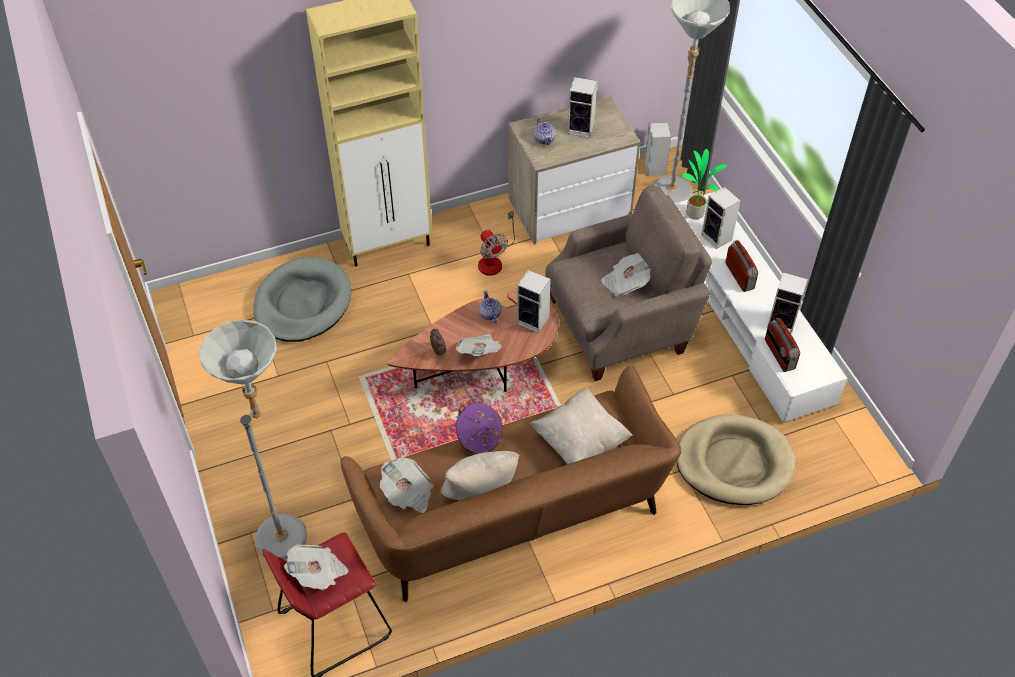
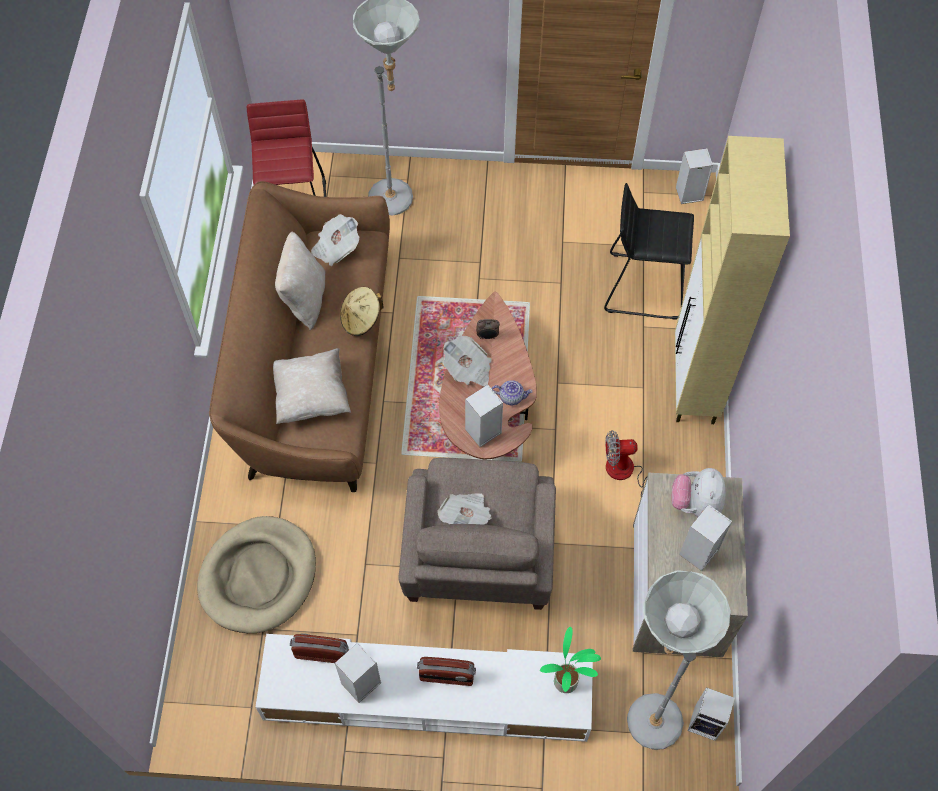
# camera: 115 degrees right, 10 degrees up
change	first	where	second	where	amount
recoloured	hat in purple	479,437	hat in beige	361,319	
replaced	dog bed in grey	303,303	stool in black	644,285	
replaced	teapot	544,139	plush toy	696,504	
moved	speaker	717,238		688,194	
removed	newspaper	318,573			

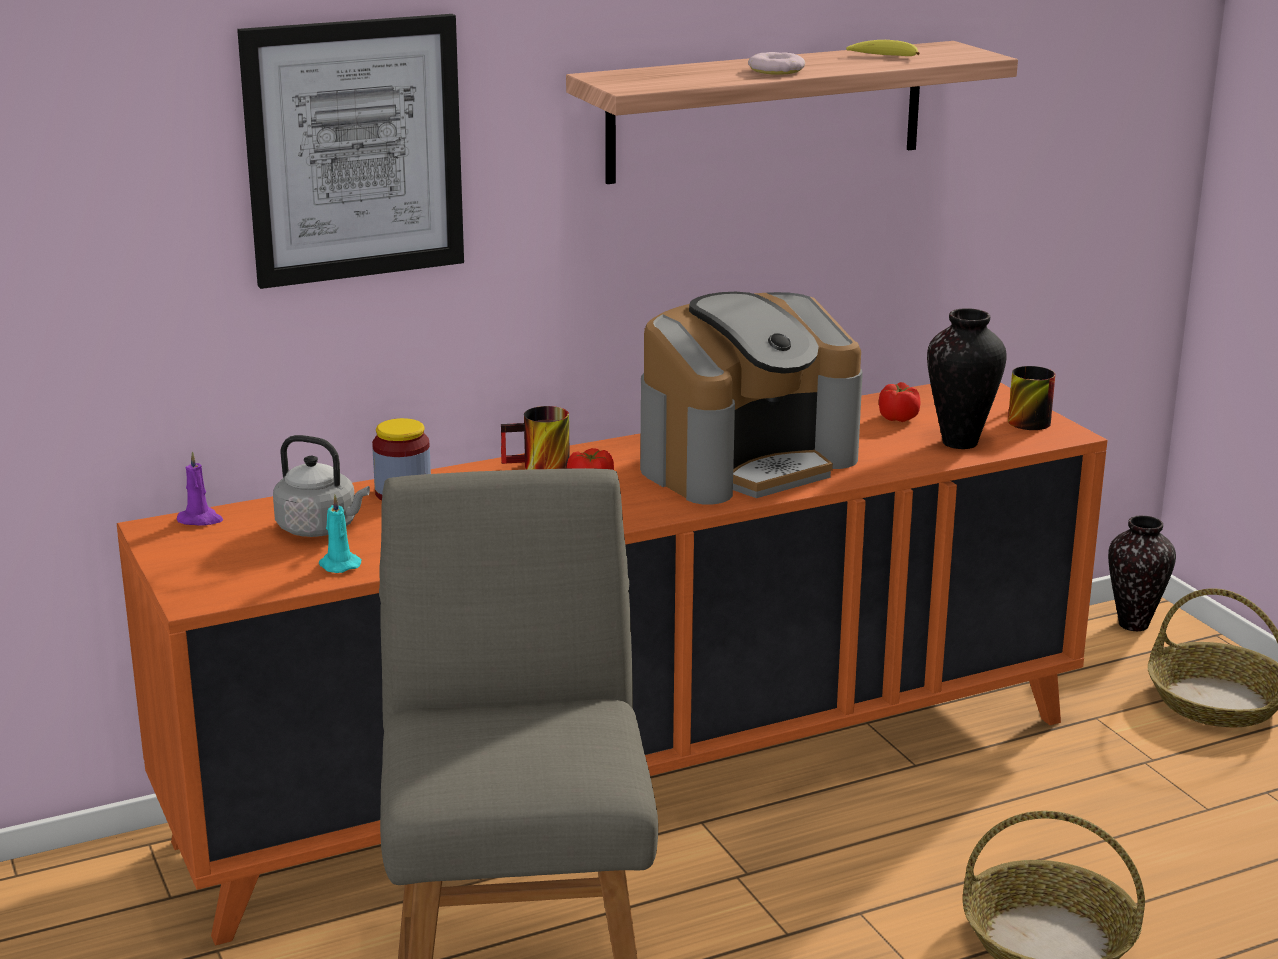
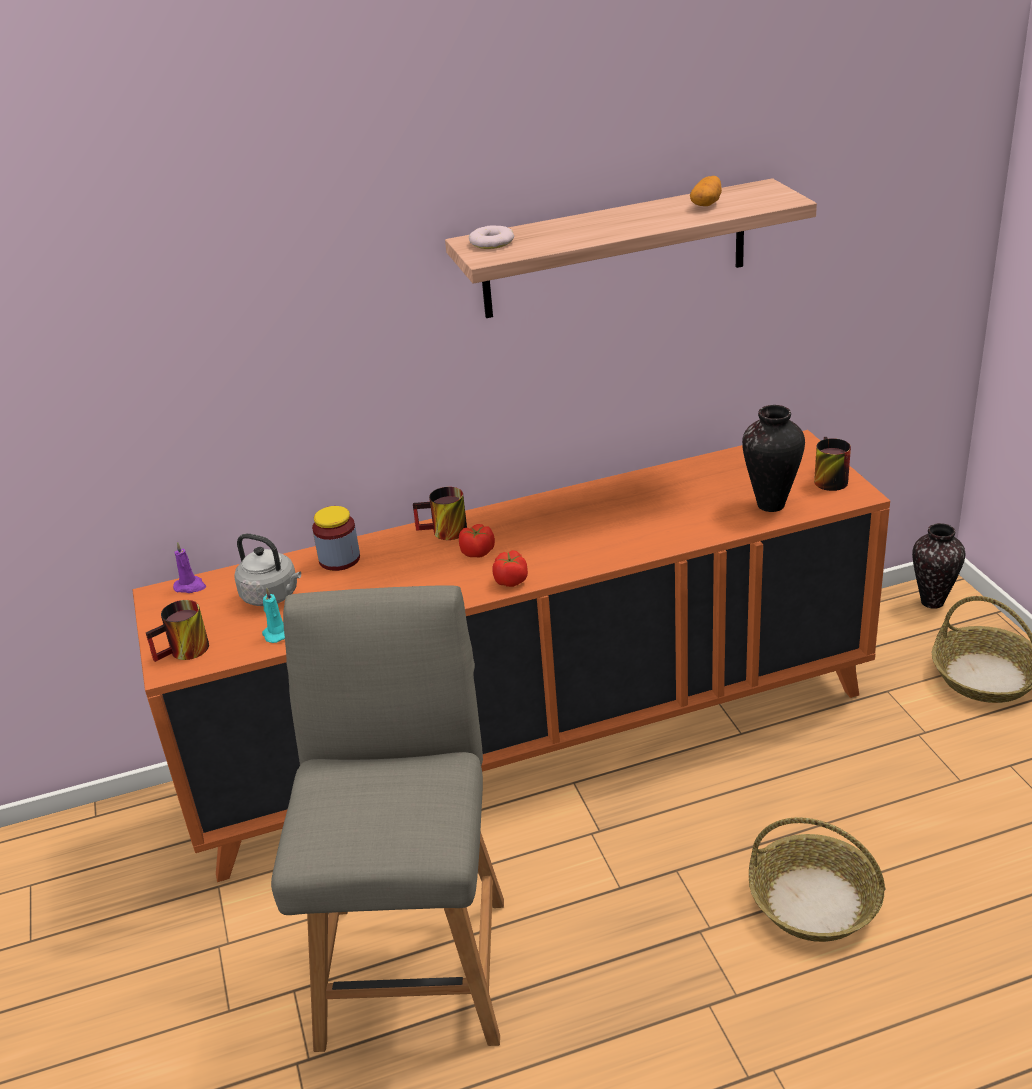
# camera: 10 degrees right, 10 degrees up
change	first	where	second	where	amount
added			mug	185,653	
moved	donut	776,70		491,242	
moved	tomato	898,418		511,580	
replaced	banana	884,56	potato	706,204	
removed	picture	354,150			
removed	coffee machine	745,461			

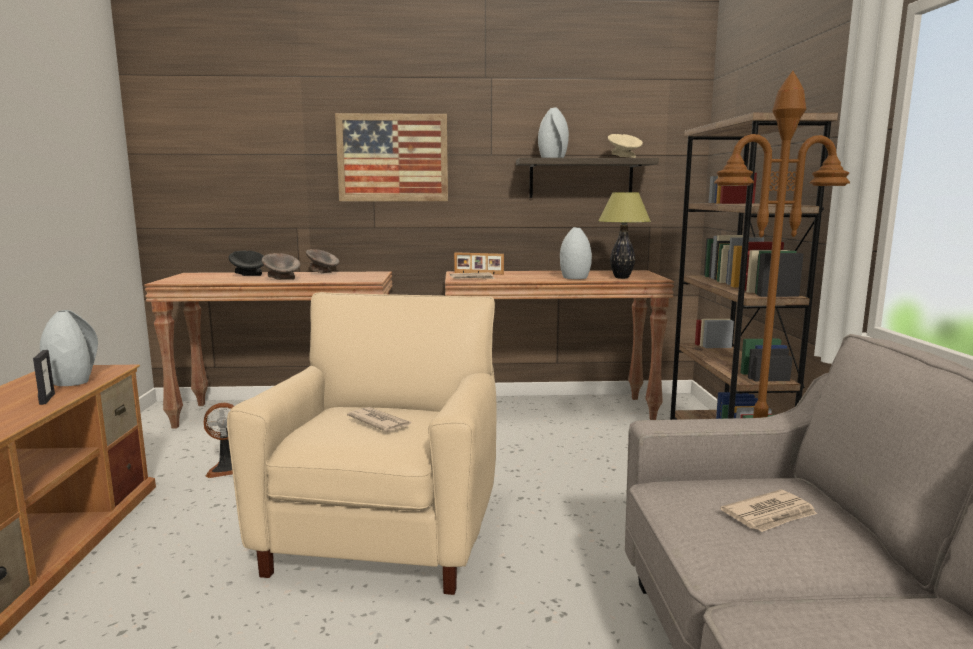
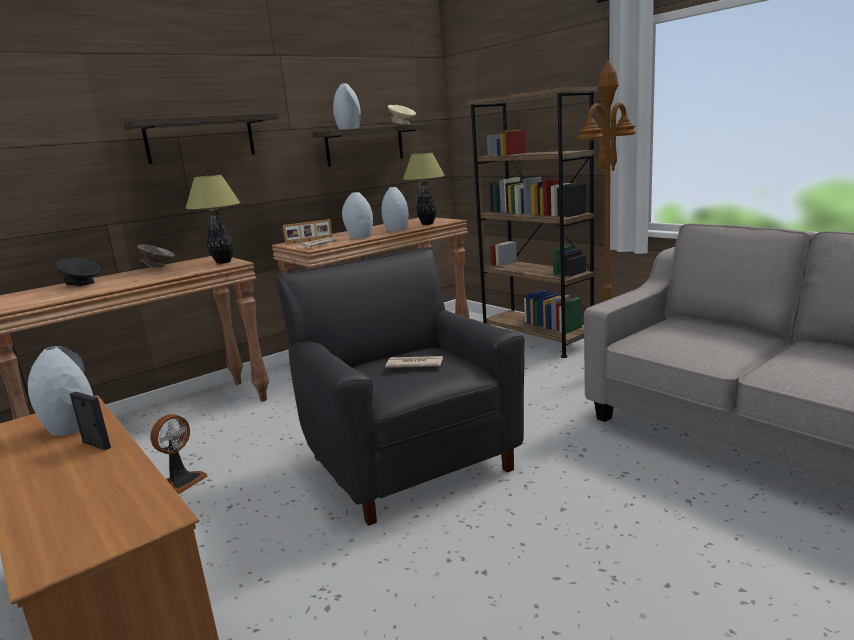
# camera: 35 degrees left, 5 degrees up
change	first	where	second	where	amount
replaced	picture	392,158	shelf	200,139	
added			table lamp	224,262	
recoloured	armchair in beige	386,533	armchair in black	409,461	
added			vase in grey	360,237	
removed	bowl in grey	282,280			
removed	newspaper	770,515			

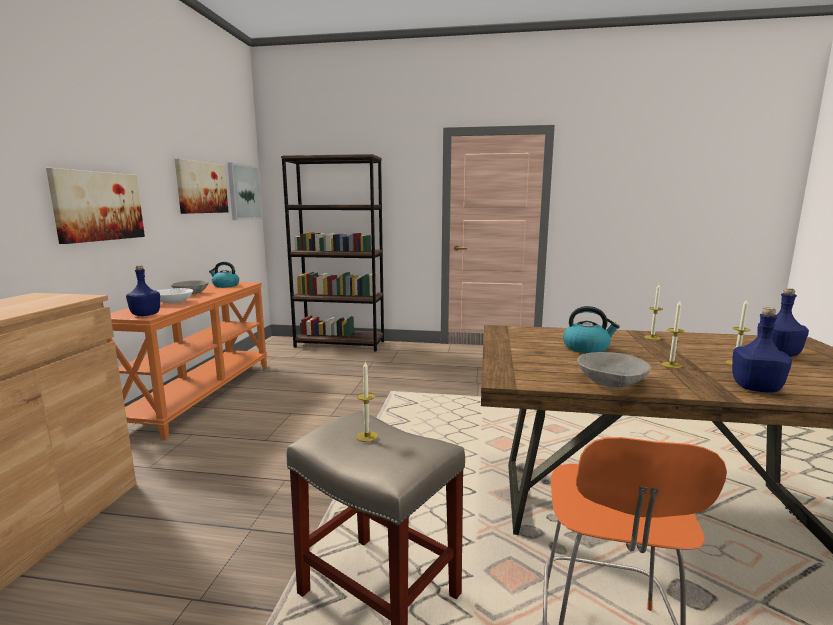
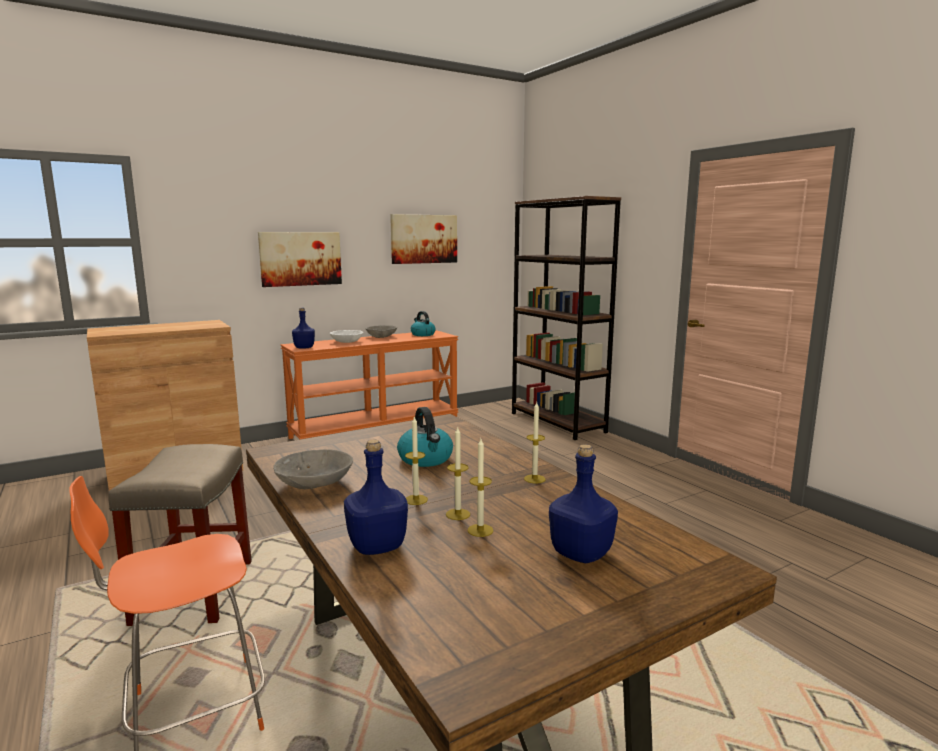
# camera: 50 degrees right, 0 degrees up
change	first	where	second	where	amount
moved	candle	367,436		458,514	
removed	picture	244,192			

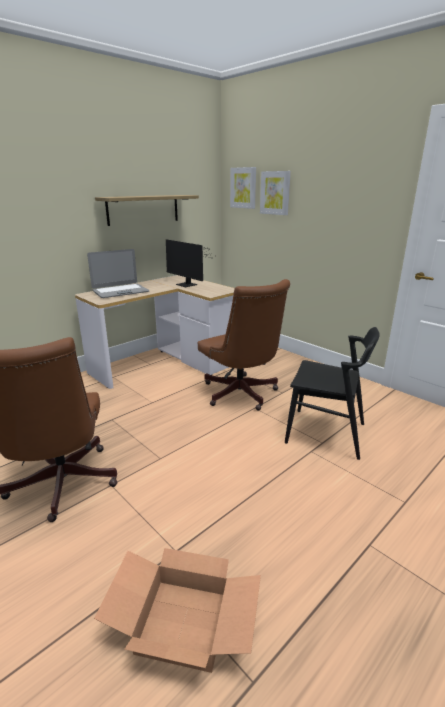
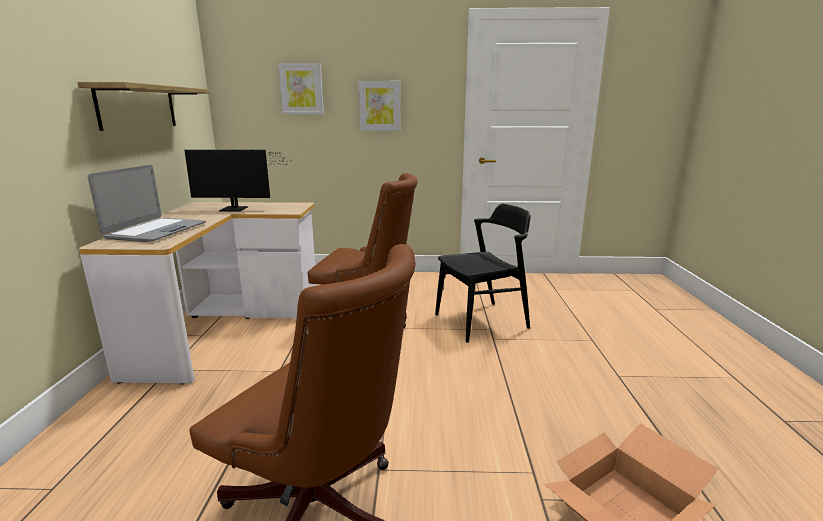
# camera: 45 degrees left, 5 degrees down
change	first	where	second	where	amount
moved	picture	243,188		379,106	

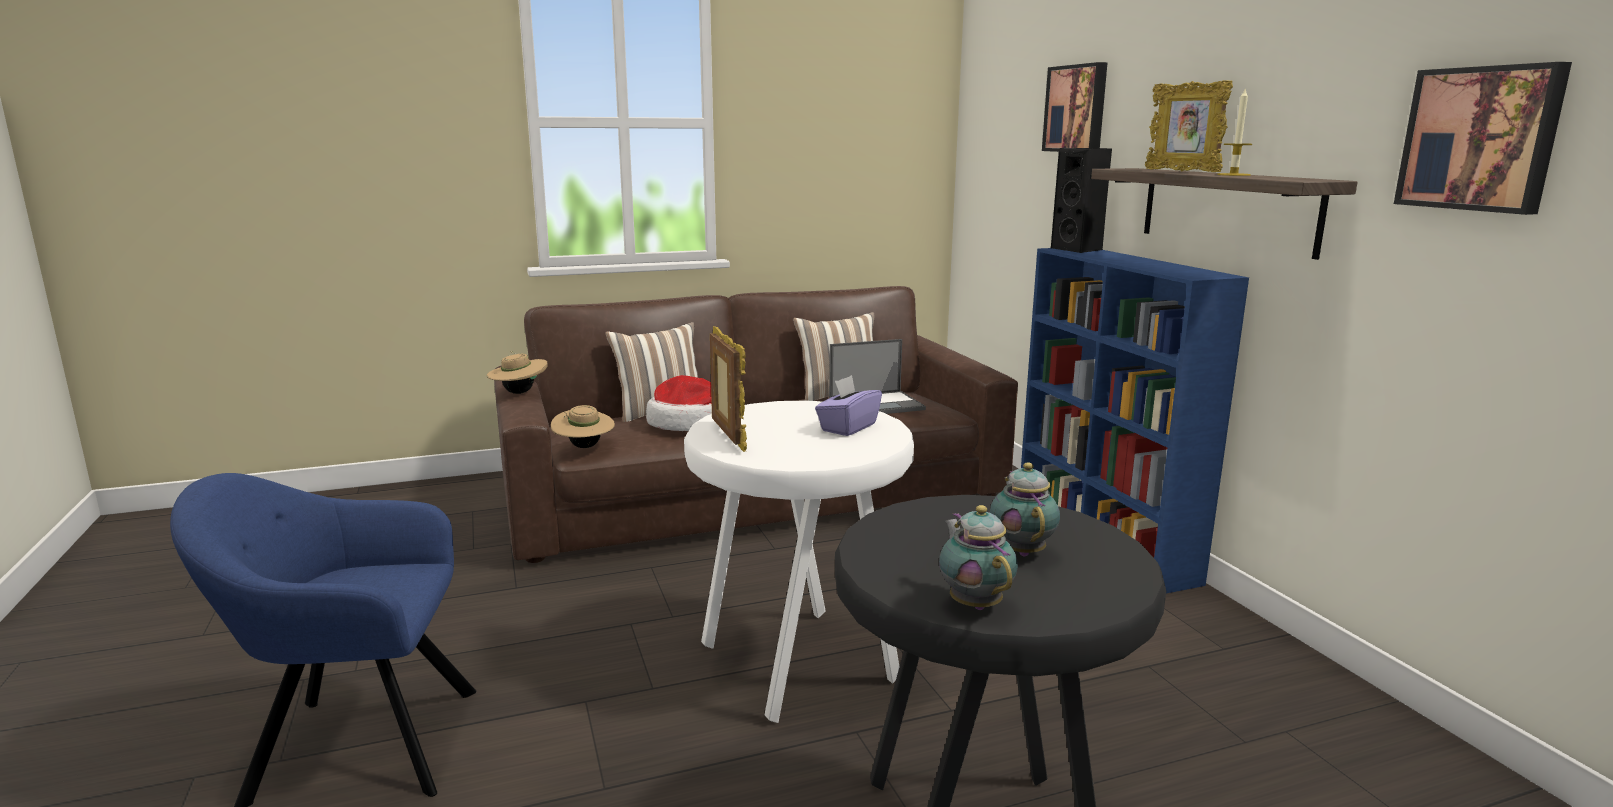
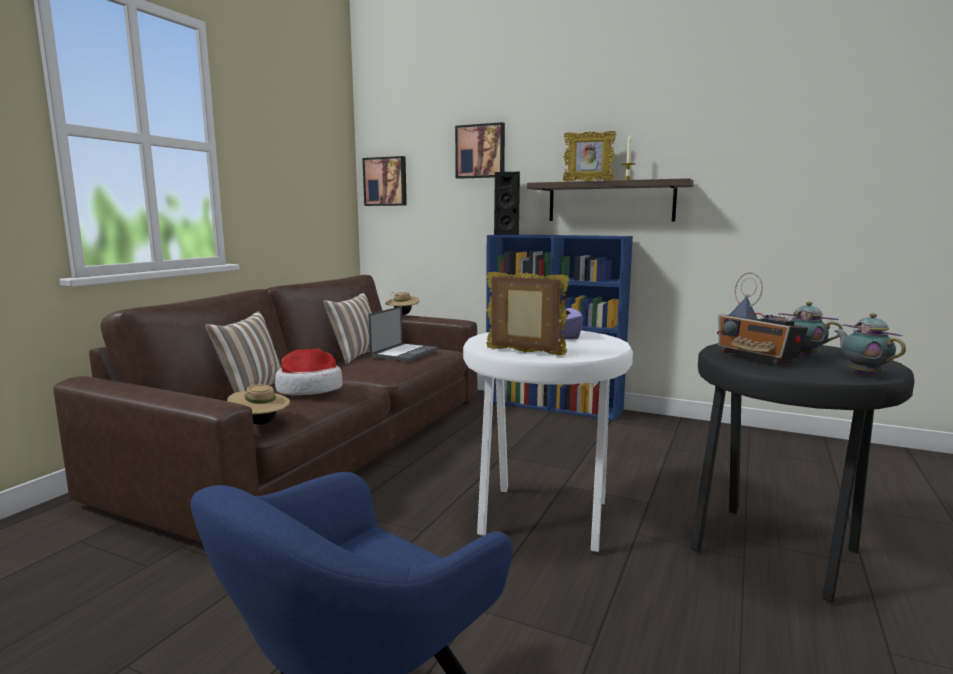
# camera: 45 degrees left, 5 degrees down
change	first	where	second	where	amount
moved	picture	1481,139		386,181	
moved	hat in beige	519,392		402,314	
added			radio	757,359	
turned	teapot	974,603		863,374	45 degrees clockwise

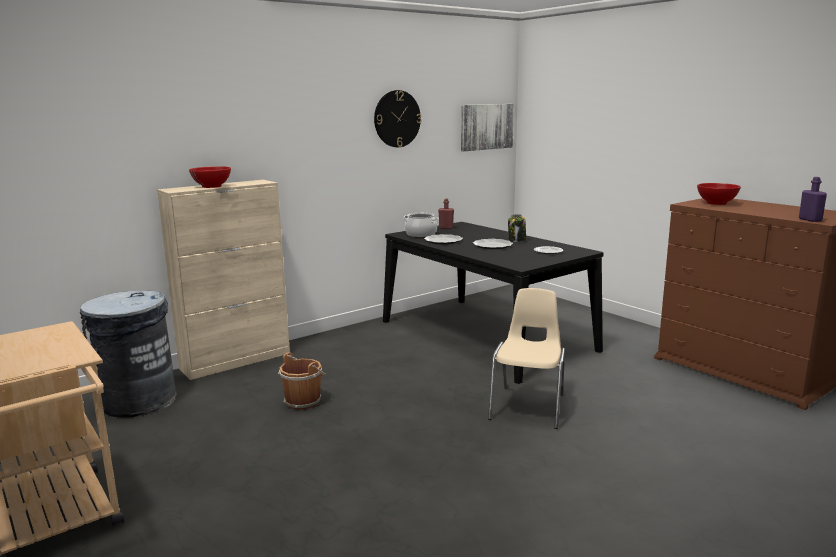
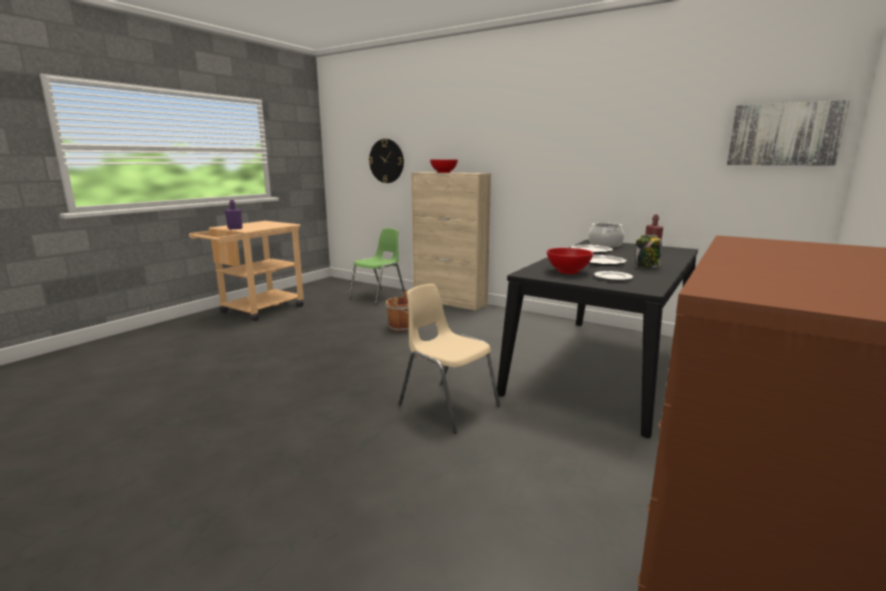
# camera: 70 degrees right, 0 degrees up
change	first	where	second	where	amount
moved	bottle in purple	810,220		235,228	
replaced	trash can in grey	138,401	chair in green	379,296	
moved	wall clock	397,119		386,161	
turned	chair in beige	528,406		447,405	135 degrees counterclockwise
moved	bowl in red	716,203		567,271	

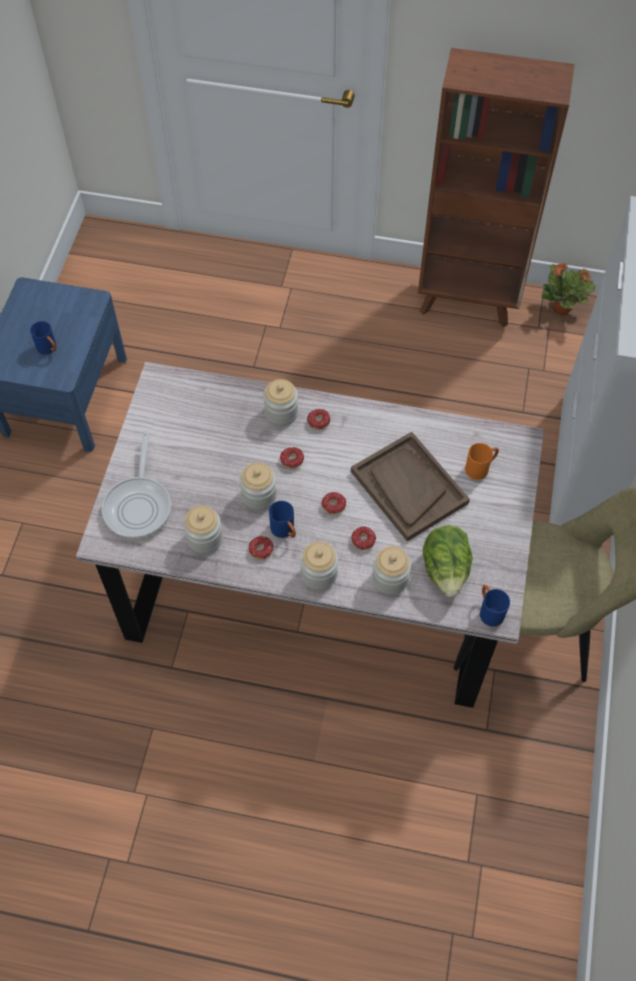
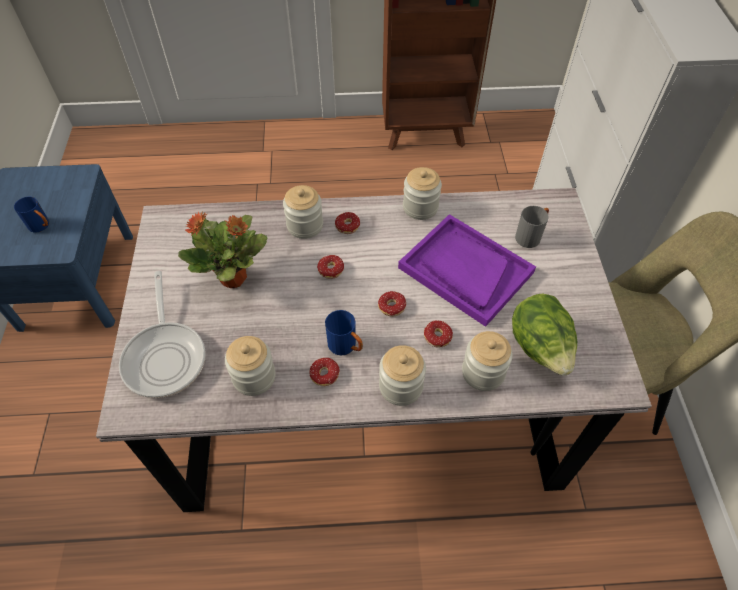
# camera: 15 degrees left, 5 degrees down
change	first	where	second	where	amount
moved	potted plant	562,309		234,278	
recoloured	tray in brown	408,487	tray in purple	465,270	
moved	jar	259,495		420,207	
recoloured	mug in orange	480,468	mug in grey	530,236	
removed	mug in blue	489,610			

